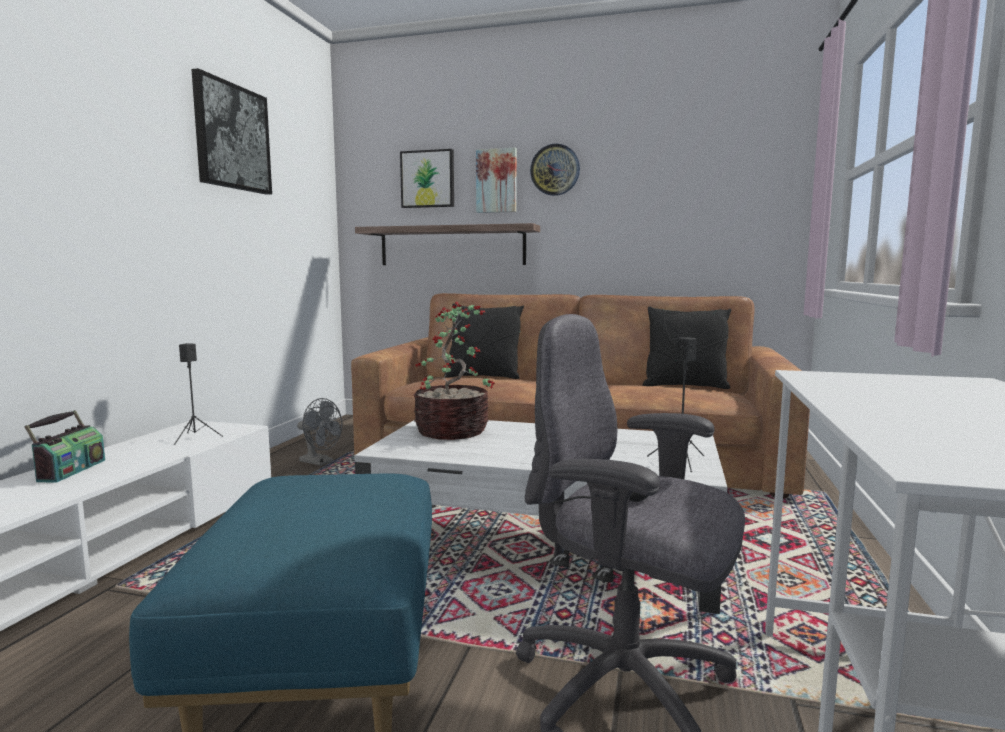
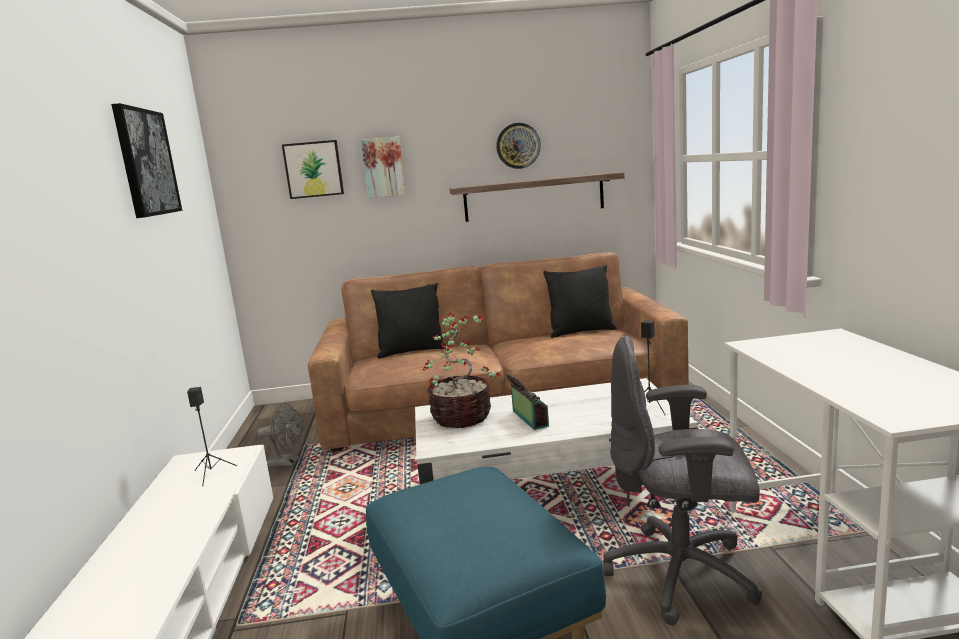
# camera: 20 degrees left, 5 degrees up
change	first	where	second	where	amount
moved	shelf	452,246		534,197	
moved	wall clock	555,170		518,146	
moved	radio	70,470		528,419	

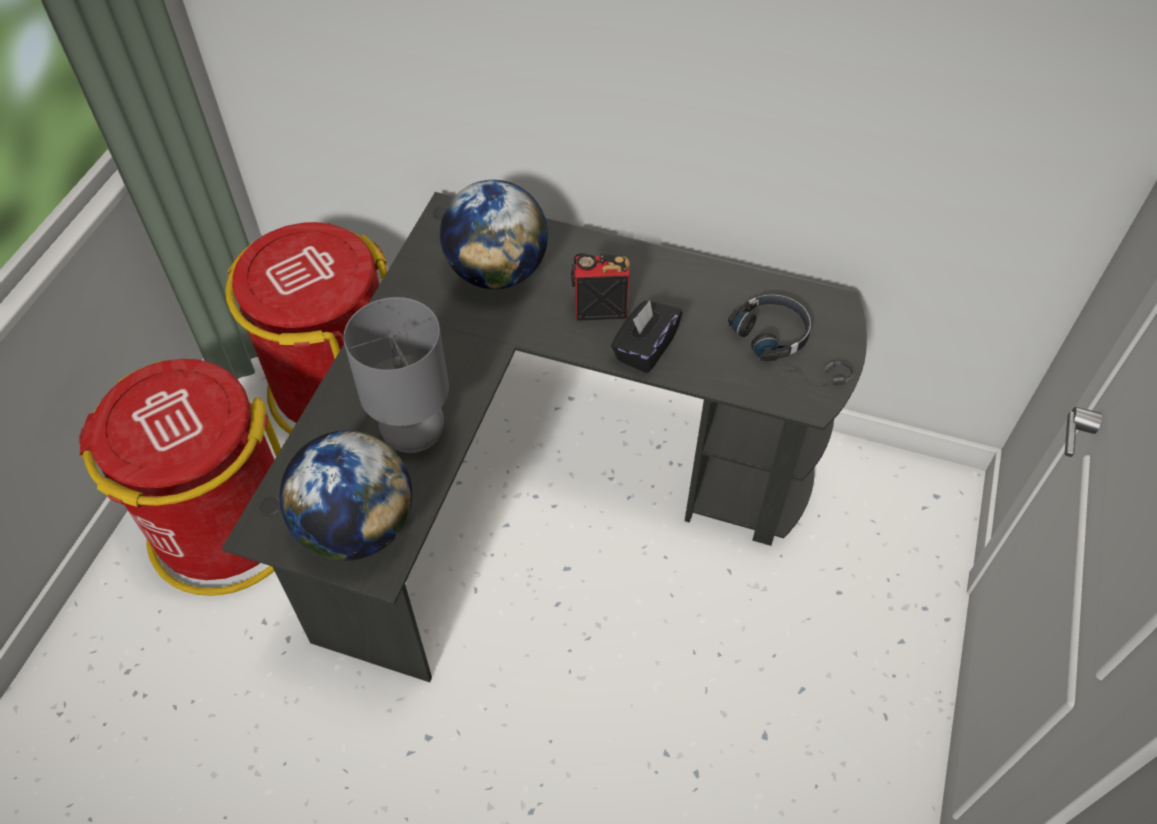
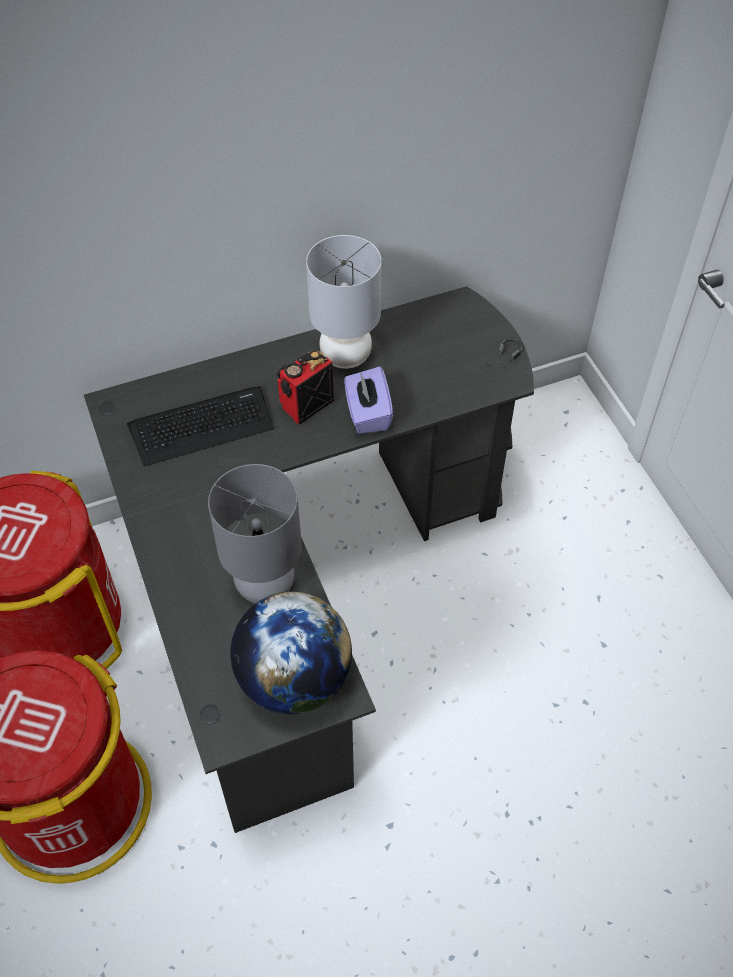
# camera: 40 degrees left, 0 degrees up
change	first	where	second	where	amount
replaced	globe	497,272	keyboard	202,426	
added			table lamp in grey	346,357	
recoloured	tissue box in black	644,349	tissue box in purple	367,414	
removed	headphones in black	772,333			

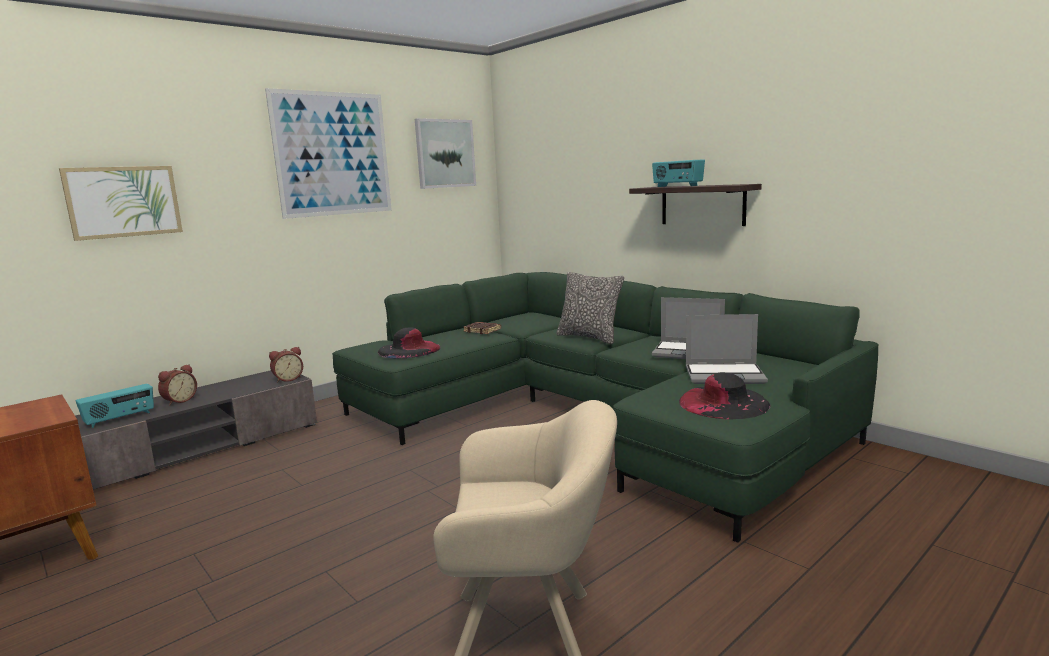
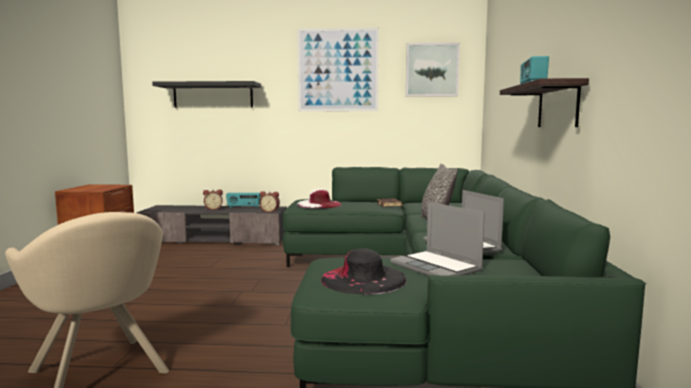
# camera: 45 degrees right, 5 degrees down
change	first	where	second	where	amount
replaced	picture	123,202	shelf in black	213,95	
moved	radio	120,419		243,207	
recoloured	hat in black	409,349	hat in white	319,204	

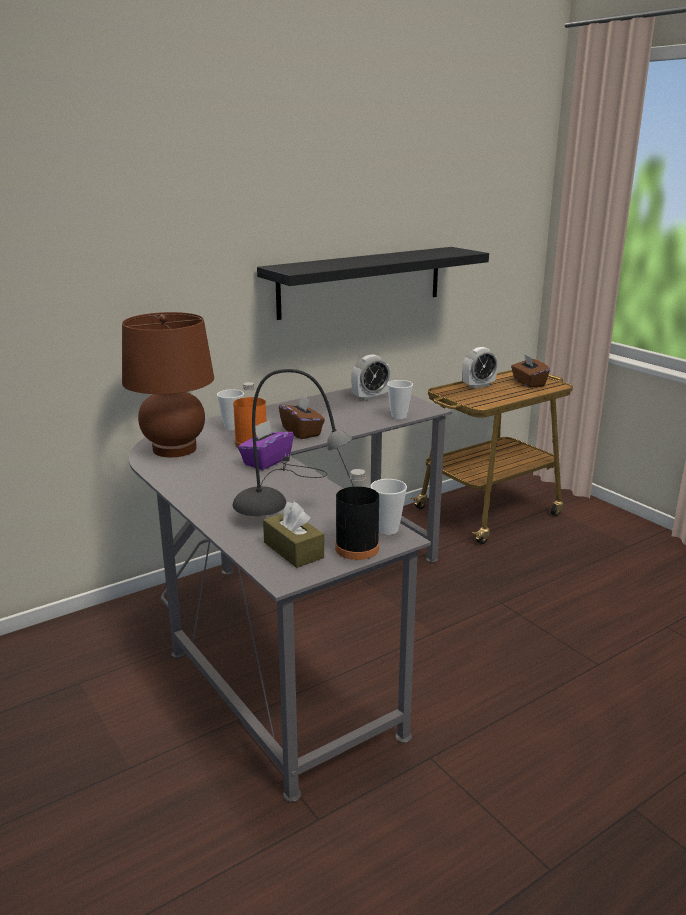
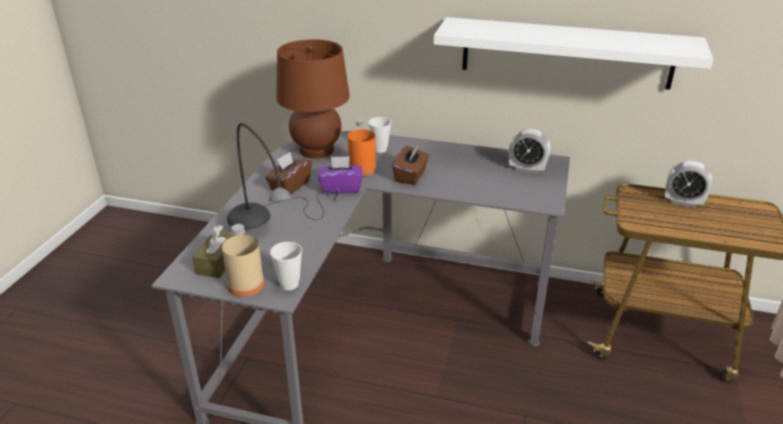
# camera: 50 degrees right, 10 degrees up
change	first	where	second	where	amount
recoloured	bottle in black	357,548	bottle in beige	246,285	
moved	tissue box in brown	528,383		290,186	
recoloured	shelf in black	361,281	shelf in white	566,53	
removed	cup	399,416			

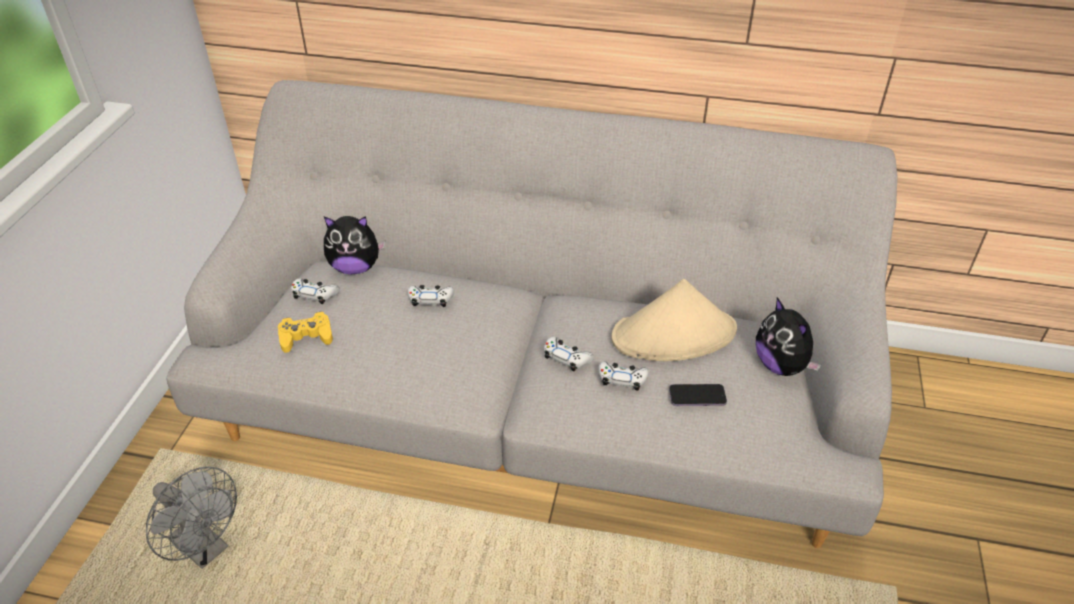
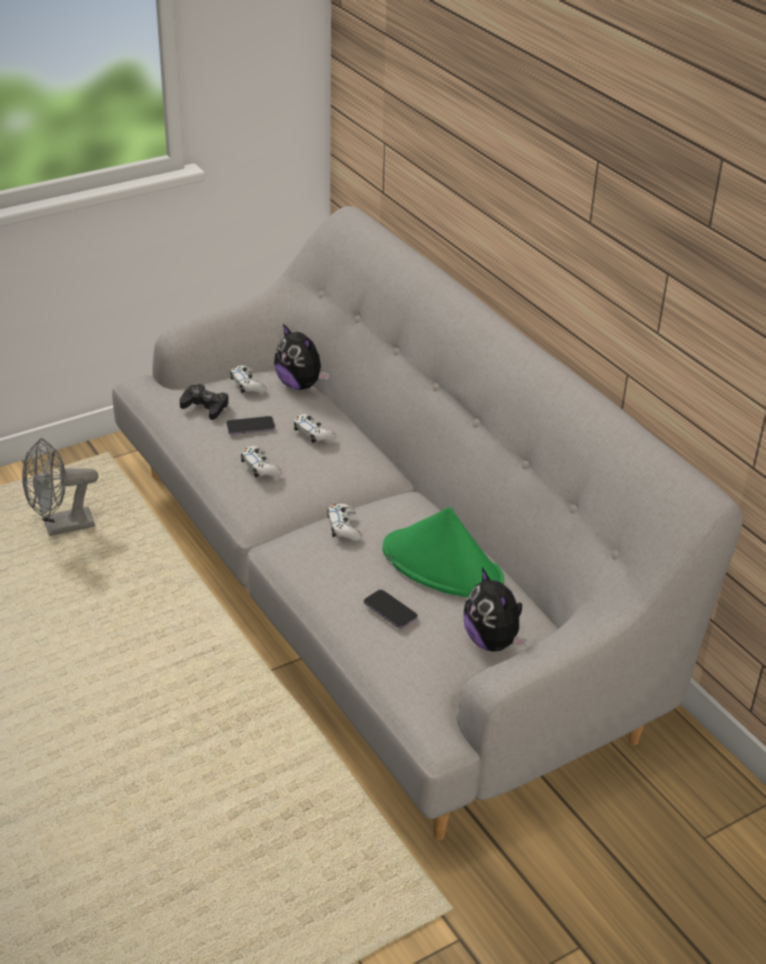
# camera: 45 degrees right, 5 degrees down
change	first	where	second	where	amount
turned	fan in grey	206,549		61,527	75 degrees clockwise
recoloured	game controller in yellow	306,337	game controller in black	205,407	
added			phone	250,427	
moved	game controller in white	622,379		260,467	
recoloured	hat in beige	674,334	hat in green	443,565	
turned	plush toy	781,365		493,641	45 degrees counterclockwise

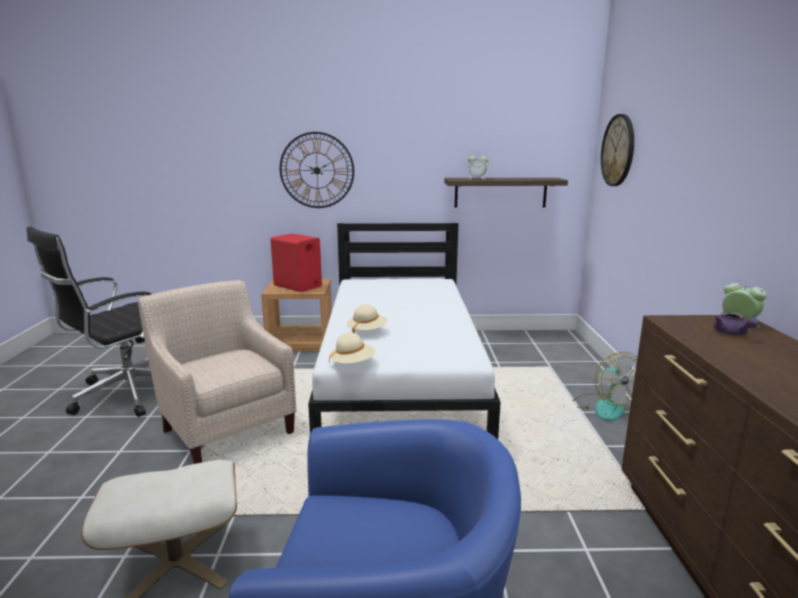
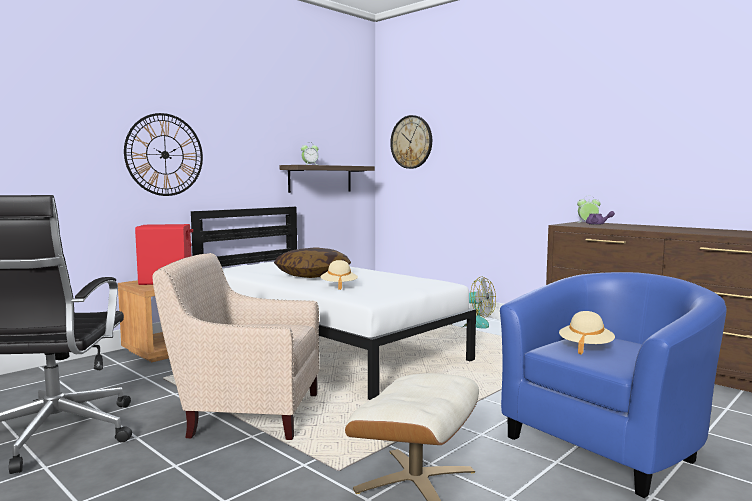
# camera: 45 degrees left, 10 degrees down
change	first	where	second	where	amount
added			pillow	312,275	
moved	hat in beige	352,364		585,347	

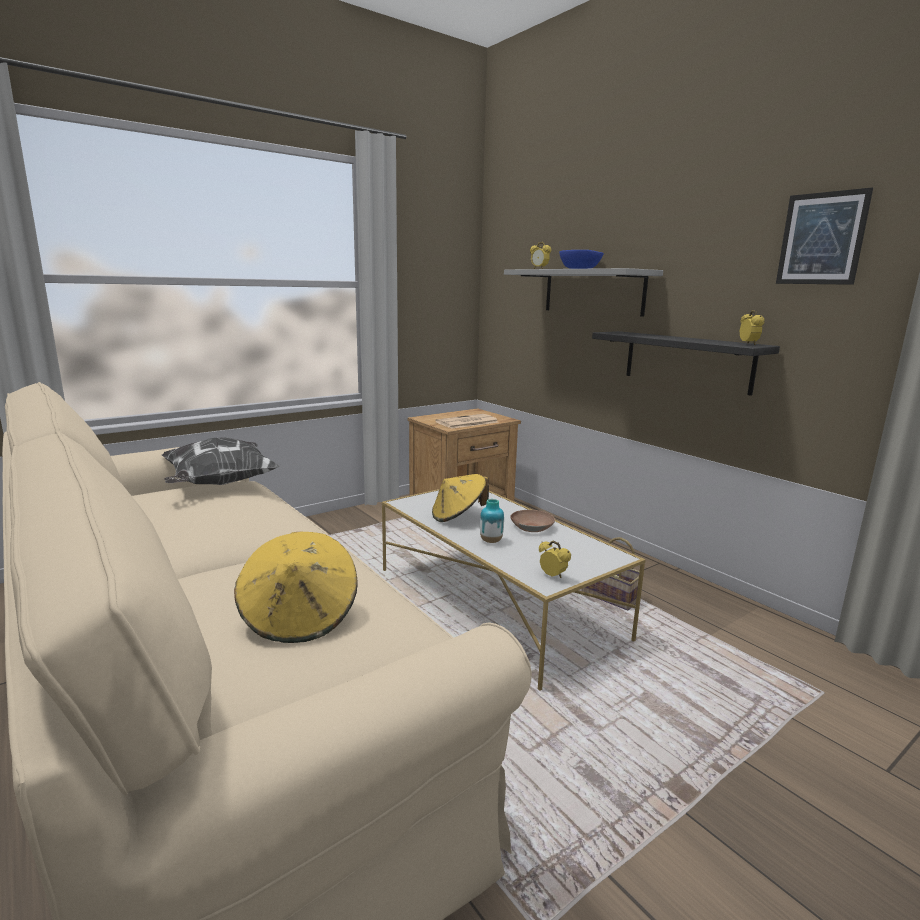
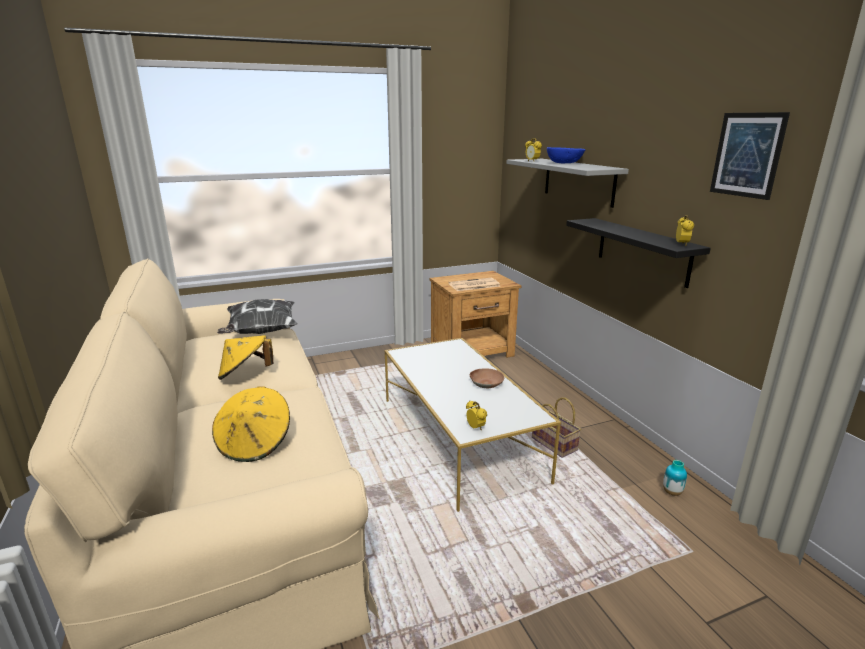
# camera: 15 degrees right, 5 degrees up
change	first	where	second	where	amount
moved	hat in yellow	458,516		245,374	
moved	vase	491,541		672,492	

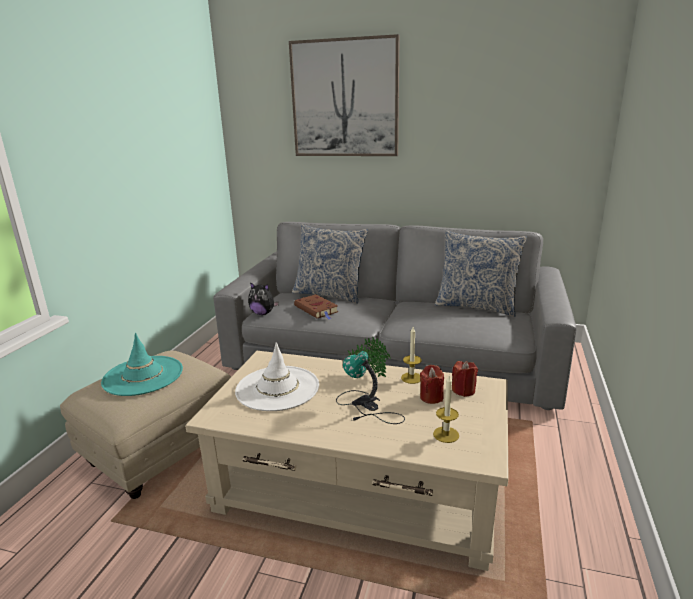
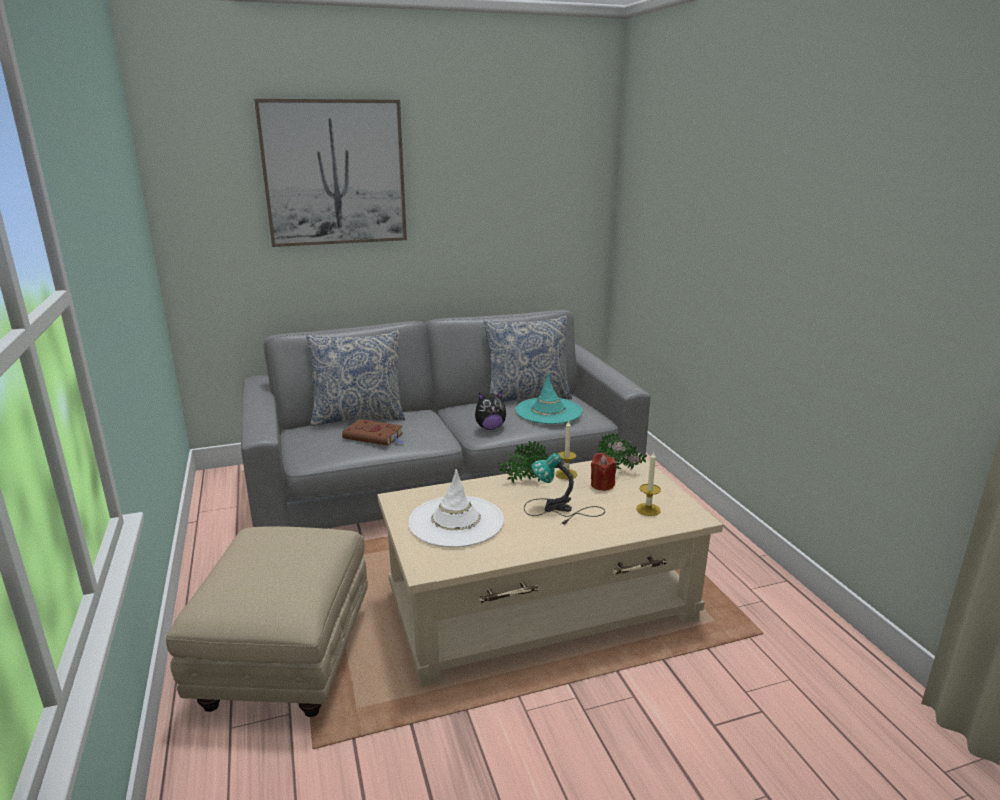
# camera: 35 degrees left, 0 degrees up
change	first	where	second	where	amount
moved	plush toy	263,313		490,427	
moved	hat in turquoise	143,376		548,411	
replaced	candle in red	463,390	potted plant	619,471	

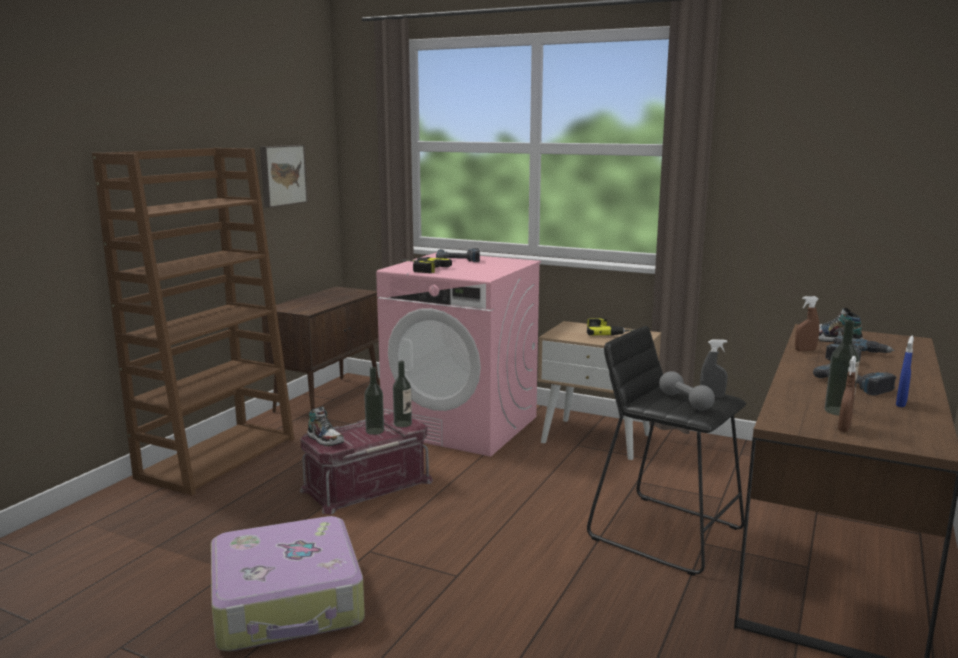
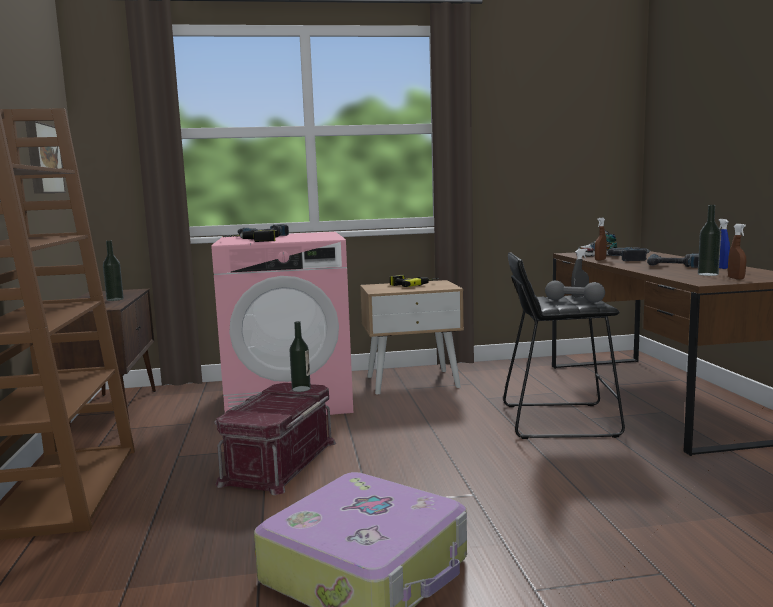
# camera: 35 degrees left, 5 degrees down
change	first	where	second	where	amount
moved	bottle	375,431		115,299	
removed	shoe	325,439			

